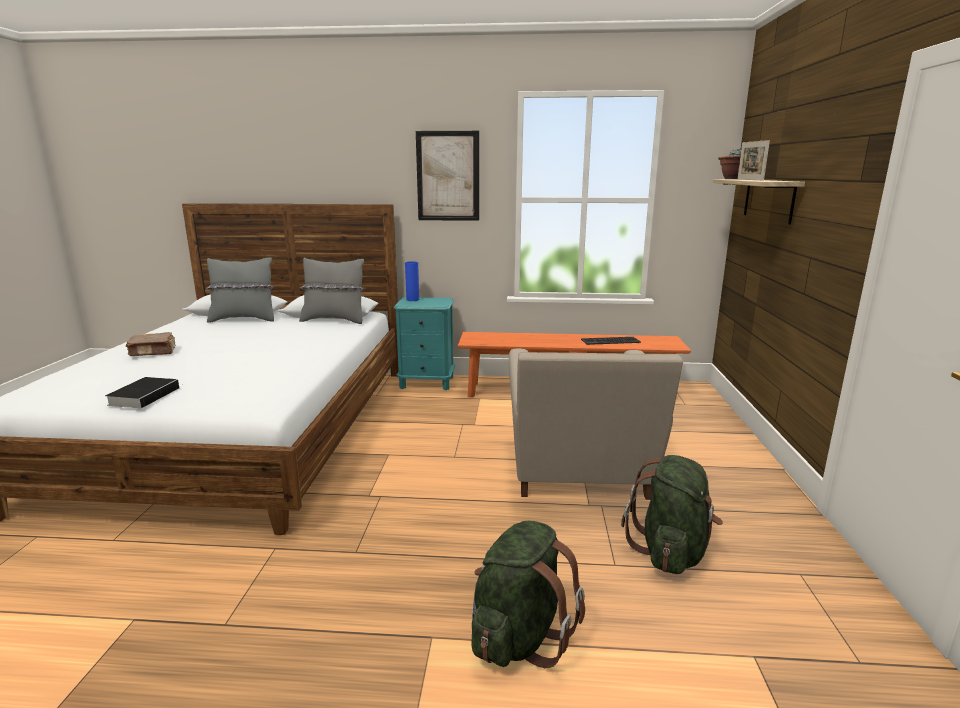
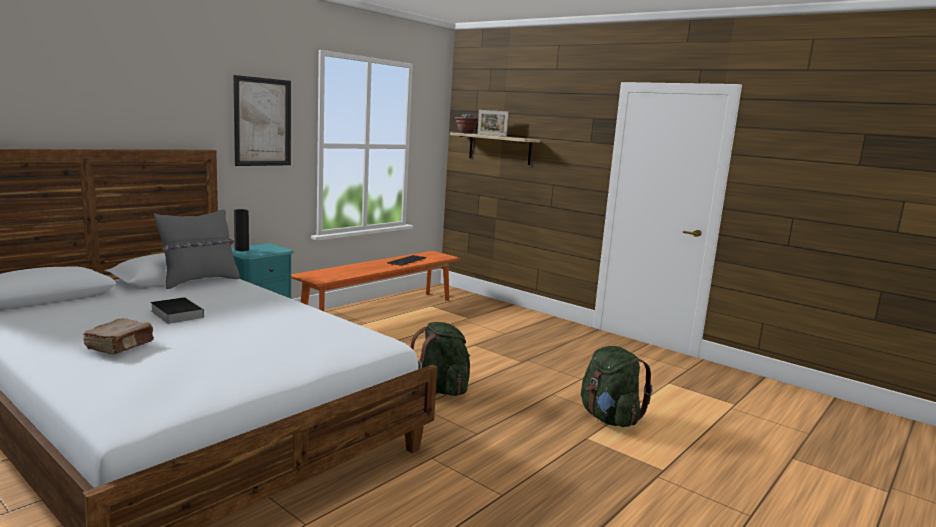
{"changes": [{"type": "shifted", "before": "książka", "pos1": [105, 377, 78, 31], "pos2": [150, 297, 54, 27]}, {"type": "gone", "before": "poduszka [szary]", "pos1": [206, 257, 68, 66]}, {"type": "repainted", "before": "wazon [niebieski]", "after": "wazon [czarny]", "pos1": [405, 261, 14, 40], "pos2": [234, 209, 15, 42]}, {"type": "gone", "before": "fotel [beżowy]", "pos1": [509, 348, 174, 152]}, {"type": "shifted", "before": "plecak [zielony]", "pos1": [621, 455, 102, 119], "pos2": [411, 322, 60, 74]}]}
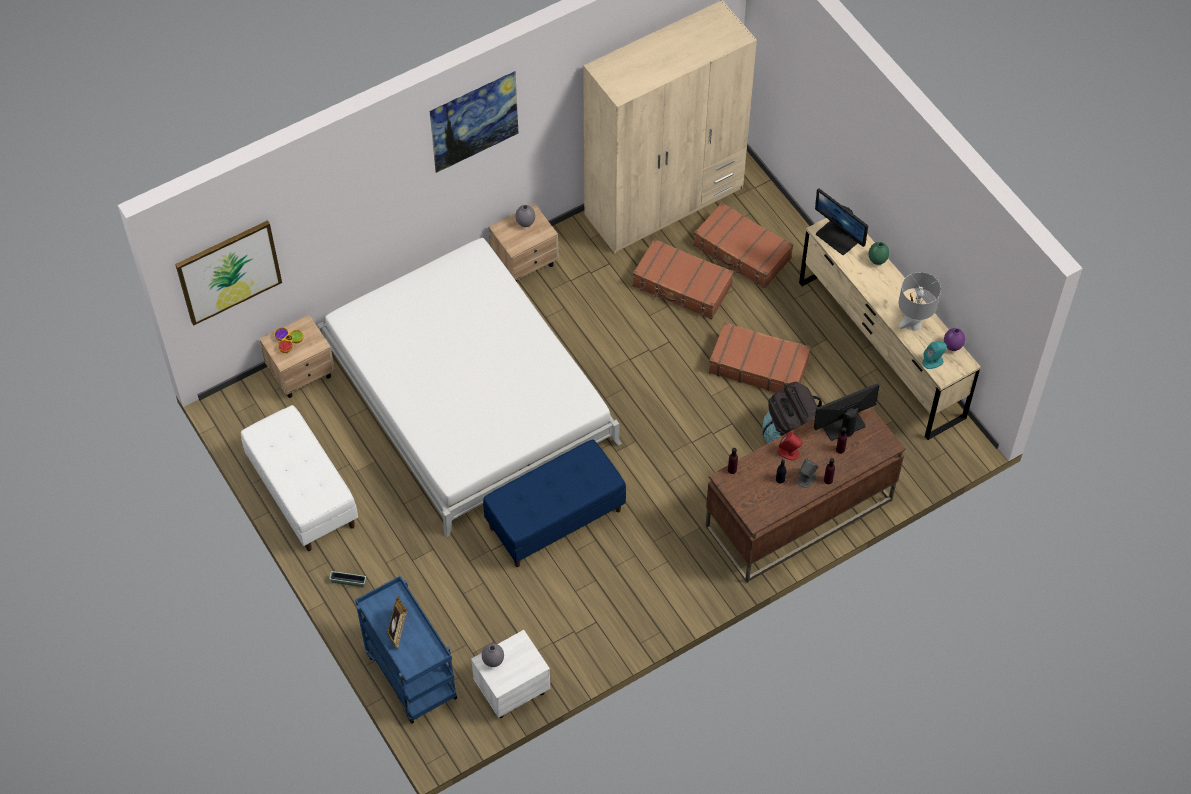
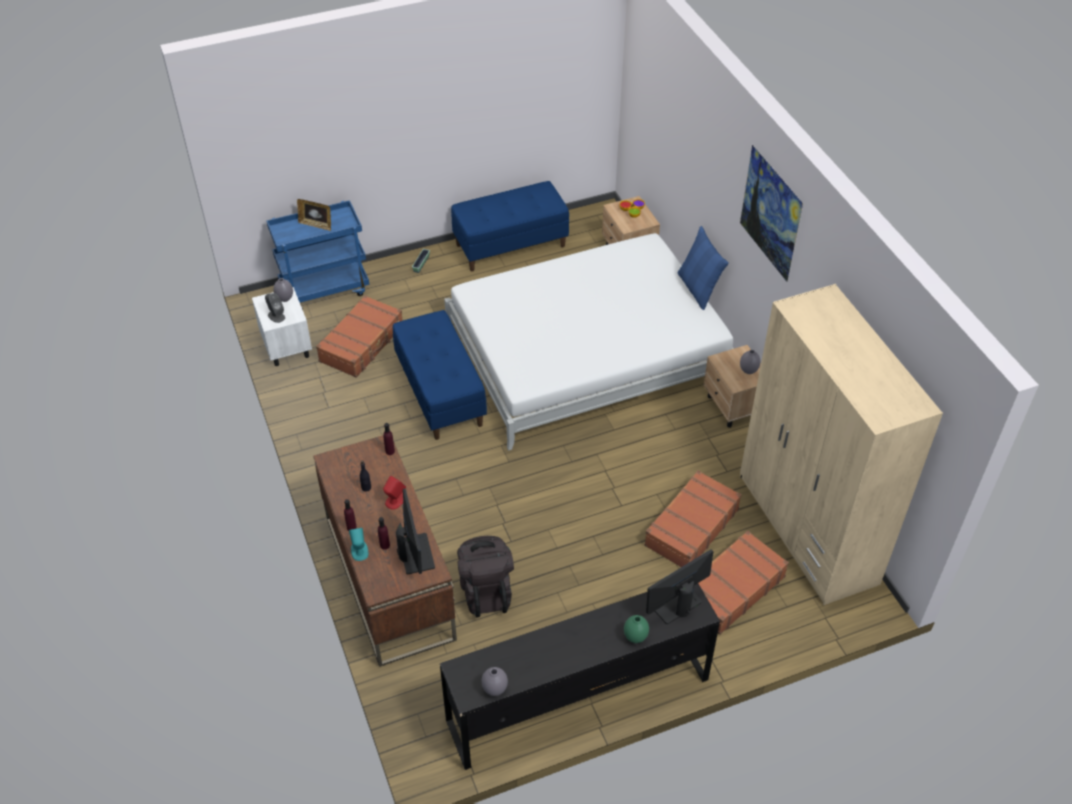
{"changes": [{"type": "gone", "before": "obraz", "pos1": [175, 220, 107, 106]}, {"type": "repainted", "before": "ławka [biały]", "after": "ławka [niebieski]", "pos1": [241, 405, 117, 146], "pos2": [451, 181, 118, 90]}, {"type": "shifted", "before": "walizka [brązowy]", "pos1": [709, 322, 102, 70], "pos2": [316, 295, 87, 83]}, {"type": "shifted", "before": "głośnik [szary]", "pos1": [797, 458, 21, 30], "pos2": [265, 293, 20, 30]}, {"type": "repainted", "before": "komoda [beżowy]", "after": "komoda [czarny]", "pos1": [799, 218, 181, 222], "pos2": [440, 583, 280, 187]}, {"type": "gone", "before": "lampa stołowa [szary]", "pos1": [899, 272, 42, 59]}, {"type": "shifted", "before": "głośnik [turkusowy]", "pos1": [922, 341, 25, 28], "pos2": [349, 528, 19, 33]}, {"type": "repainted", "before": "wazon [fioletowy]", "after": "wazon [szary]", "pos1": [944, 328, 21, 23], "pos2": [482, 667, 26, 29]}, {"type": "new", "after": "poduszka [niebieski]", "pos2": [677, 226, 52, 84]}]}
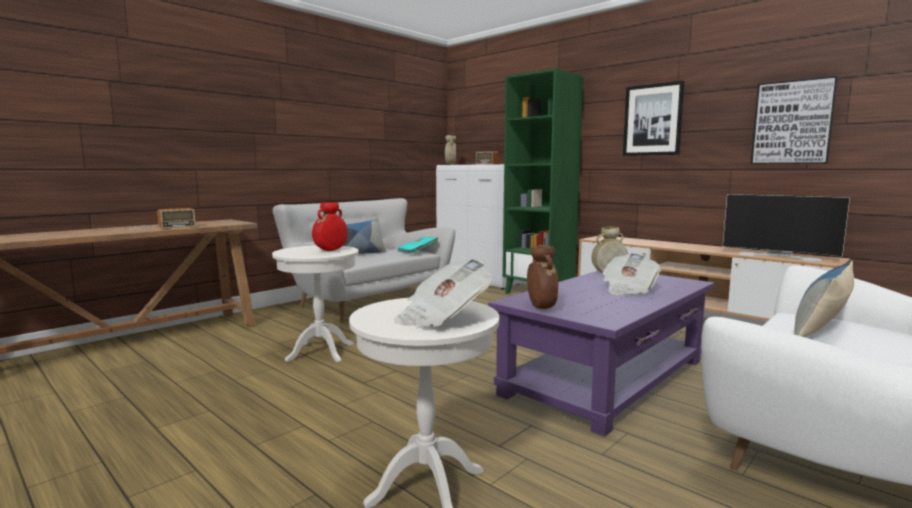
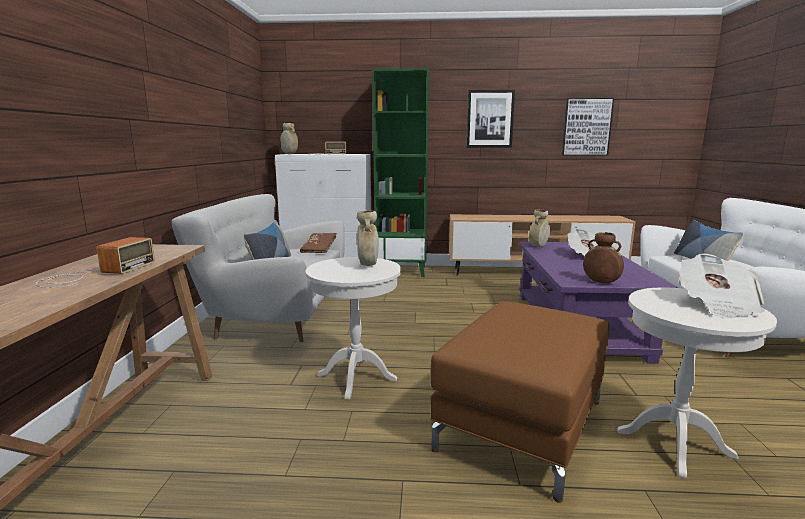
{"changes": [{"type": "repainted", "before": "wazon [czerwony]", "after": "wazon [beżowy]", "pos1": [312, 202, 36, 49], "pos2": [357, 210, 22, 56]}, {"type": "repainted", "before": "książka [turkusowy]", "after": "książka [brązowy]", "pos1": [398, 236, 40, 17], "pos2": [300, 233, 36, 20]}, {"type": "gone", "before": "telewizor", "pos1": [723, 194, 127, 68]}, {"type": "new", "after": "pufa [brązowy]", "pos2": [430, 301, 180, 202]}]}
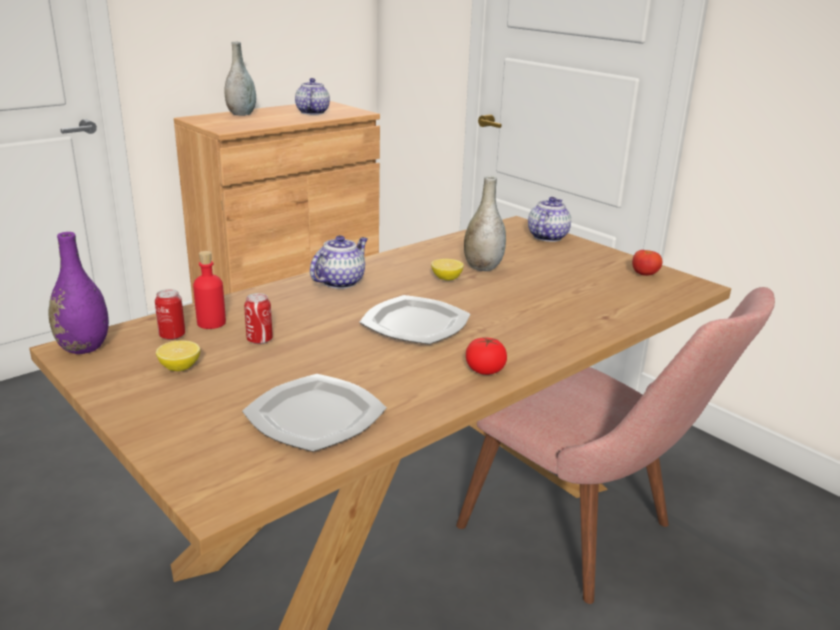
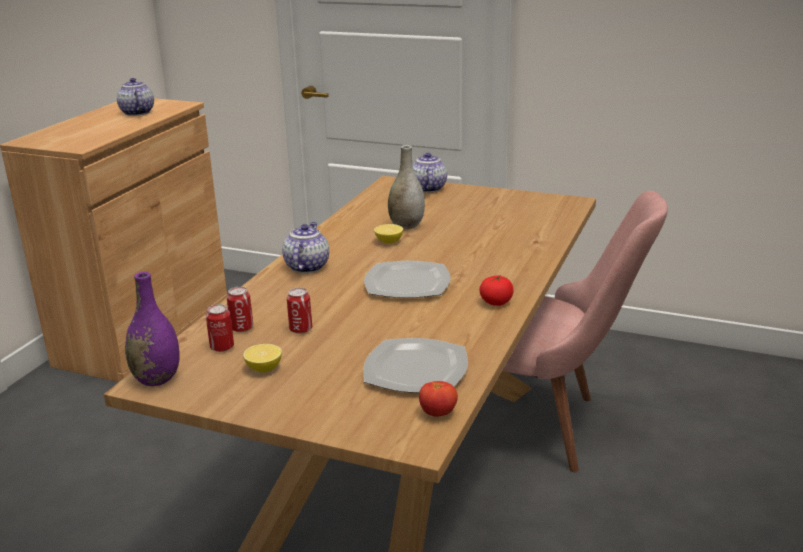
{"changes": [{"type": "swapped", "before": "butelka [czerwony]", "after": "puszka", "pos1": [193, 251, 33, 78], "pos2": [227, 287, 26, 45]}, {"type": "gone", "before": "wazon [szary]", "pos1": [224, 42, 32, 74]}, {"type": "shifted", "before": "pomidor", "pos1": [632, 250, 31, 26], "pos2": [419, 381, 39, 36]}]}
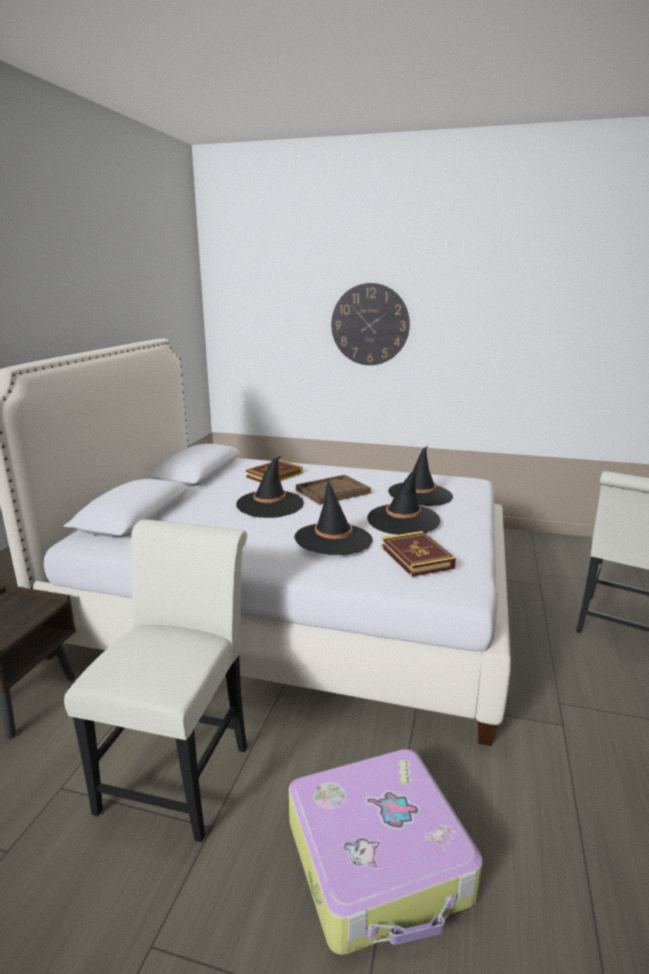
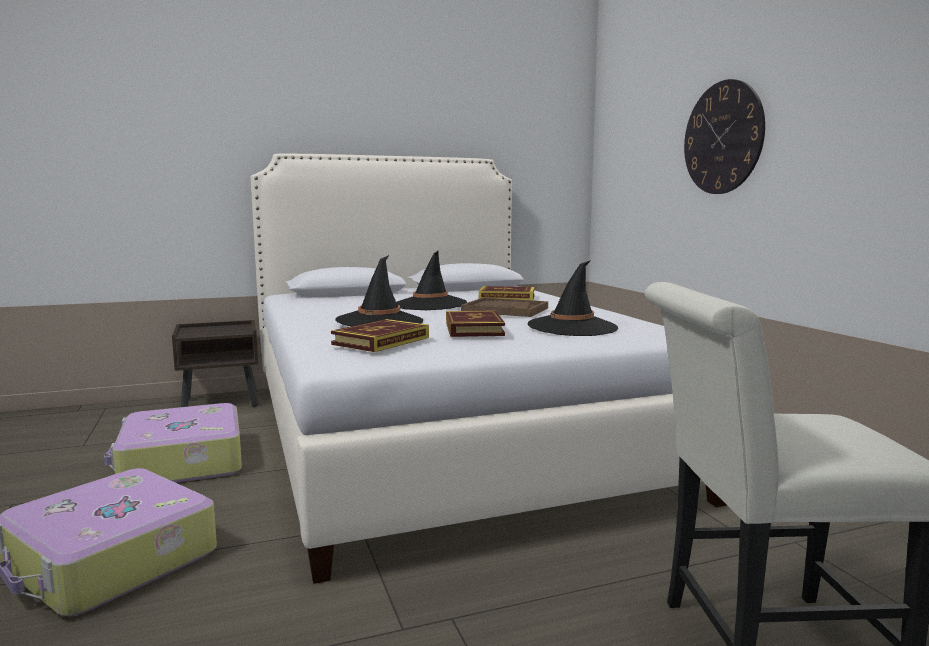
{"changes": [{"type": "swapped", "before": "krzesło [biały]", "after": "walizka", "pos1": [64, 519, 183, 323], "pos2": [104, 403, 138, 80]}, {"type": "swapped", "before": "kapelusz [czarny]", "after": "książka", "pos1": [367, 472, 73, 63], "pos2": [446, 311, 59, 26]}]}
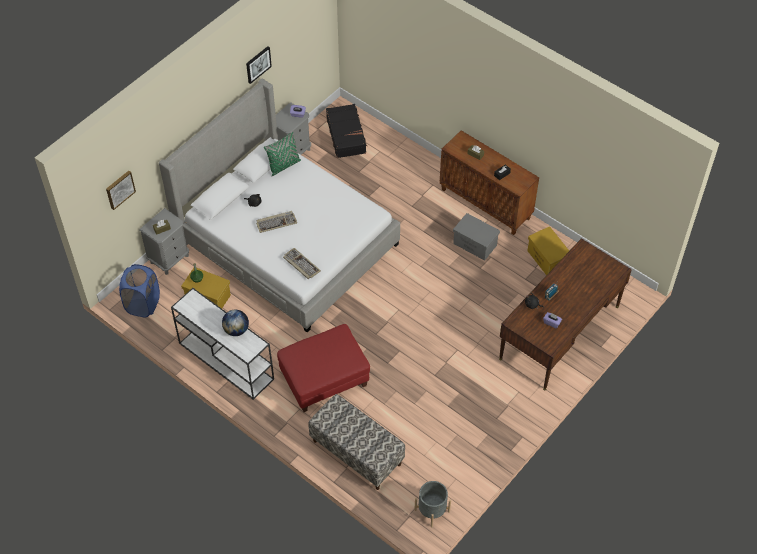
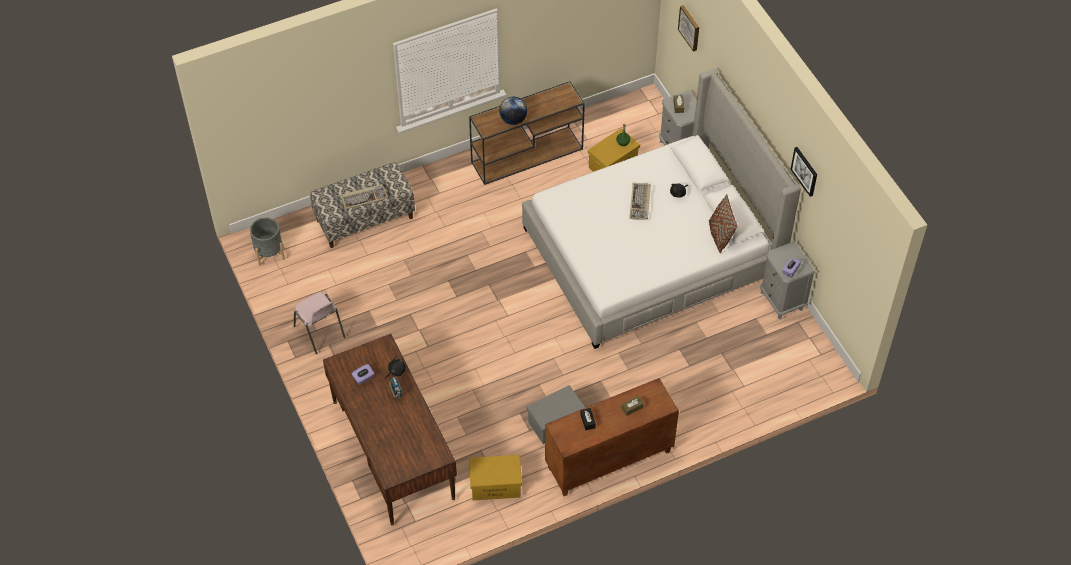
{"changes": [{"type": "gone", "before": "kosz na pranie [niebieski]", "pos1": [119, 264, 41, 54]}, {"type": "repainted", "before": "stolik konsolowy [biały]", "after": "stolik konsolowy [brązowy]", "pos1": [171, 288, 103, 112], "pos2": [469, 81, 116, 104]}, {"type": "repainted", "before": "poduszka [zielony]", "after": "poduszka [brązowy]", "pos1": [264, 132, 37, 44], "pos2": [709, 194, 29, 59]}, {"type": "gone", "before": "pufa [czerwony]", "pos1": [277, 324, 93, 88]}, {"type": "shifted", "before": "klawiatura", "pos1": [283, 248, 38, 31], "pos2": [341, 184, 47, 26]}, {"type": "gone", "before": "walizka [czarny]", "pos1": [326, 104, 42, 54]}, {"type": "new", "after": "krzesło [różowy]", "pos2": [294, 292, 52, 62]}]}
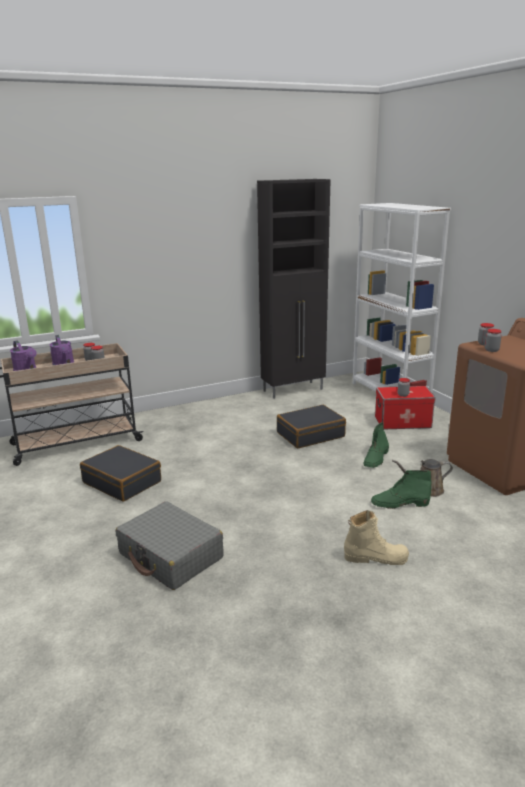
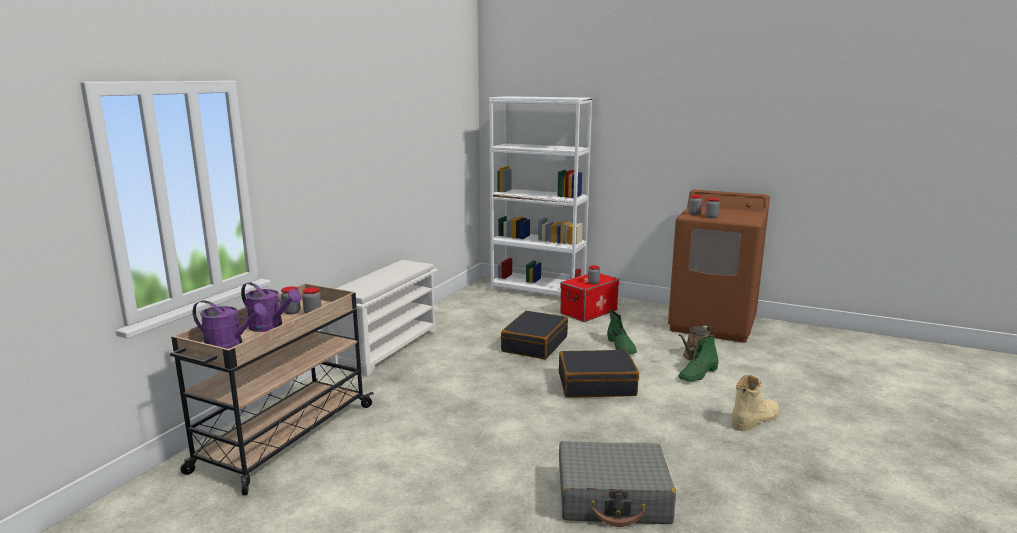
{"changes": [{"type": "shifted", "before": "walizka [czarny]", "pos1": [80, 445, 81, 56], "pos2": [559, 350, 80, 48]}, {"type": "gone", "before": "szafka [czarny]", "pos1": [257, 179, 74, 220]}, {"type": "new", "after": "regał na buty [biały]", "pos2": [328, 260, 110, 117]}]}
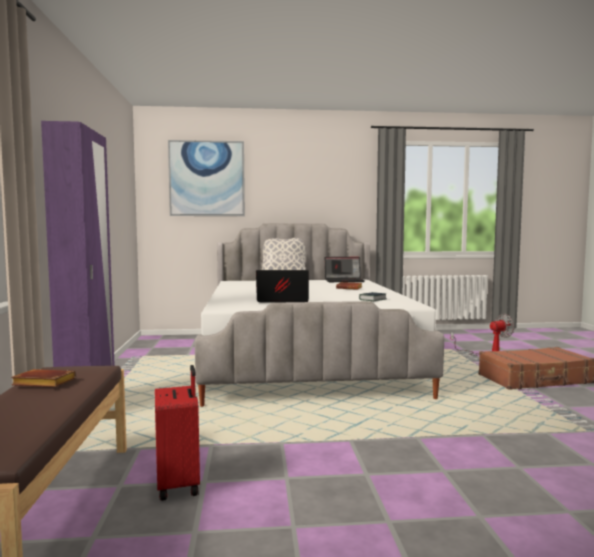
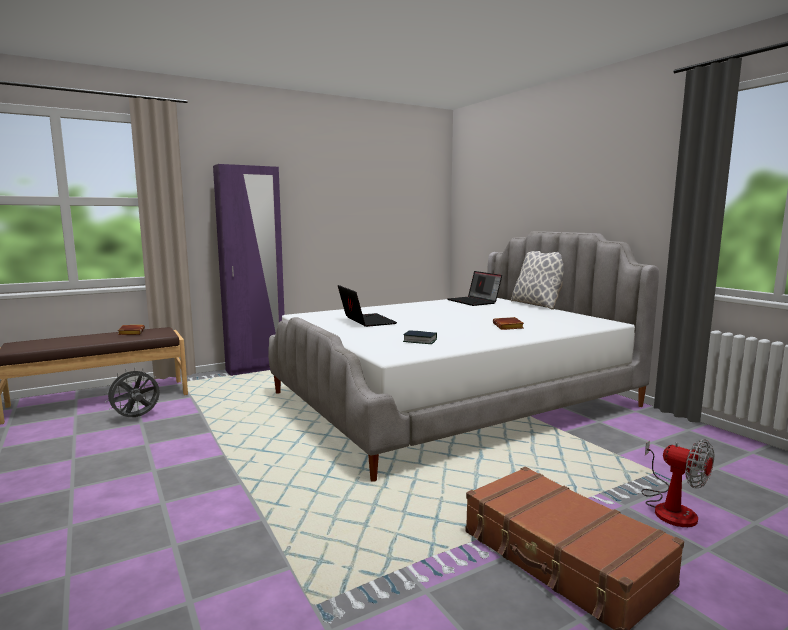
{"changes": [{"type": "swapped", "before": "walizka [czerwony]", "after": "wentylator [szary]", "pos1": [155, 365, 45, 136], "pos2": [104, 367, 56, 51]}, {"type": "gone", "before": "obraz", "pos1": [168, 140, 77, 76]}, {"type": "shifted", "before": "laptop", "pos1": [325, 257, 40, 25], "pos2": [447, 271, 55, 35]}]}
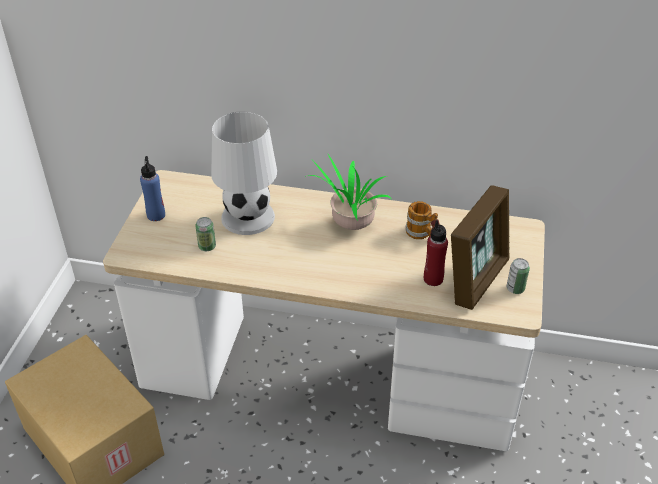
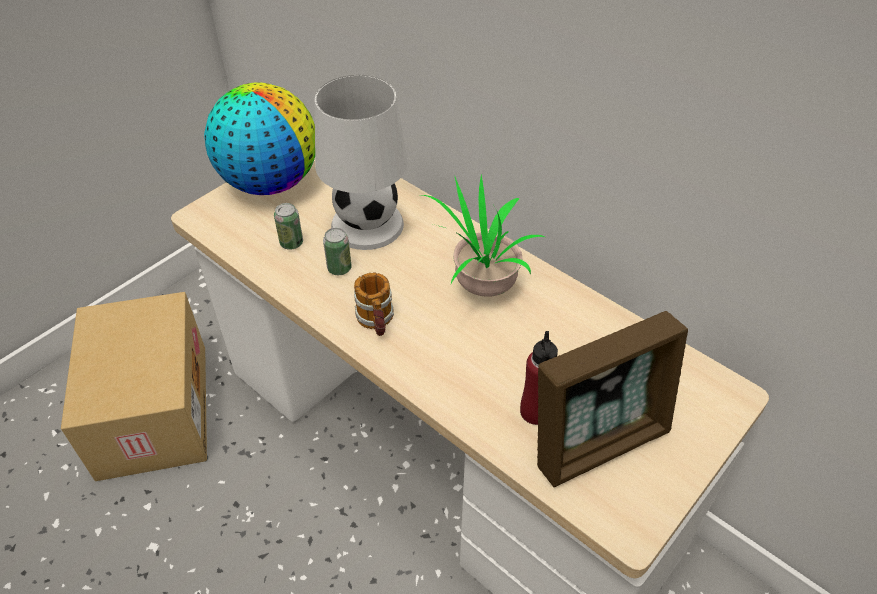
{"changes": [{"type": "swapped", "before": "butelka [niebieski]", "after": "globus", "pos1": [140, 156, 25, 65], "pos2": [204, 82, 111, 113]}, {"type": "shifted", "before": "kubek", "pos1": [405, 201, 35, 38], "pos2": [354, 272, 40, 64]}, {"type": "shifted", "before": "puszka", "pos1": [506, 258, 24, 36], "pos2": [323, 228, 29, 47]}]}
